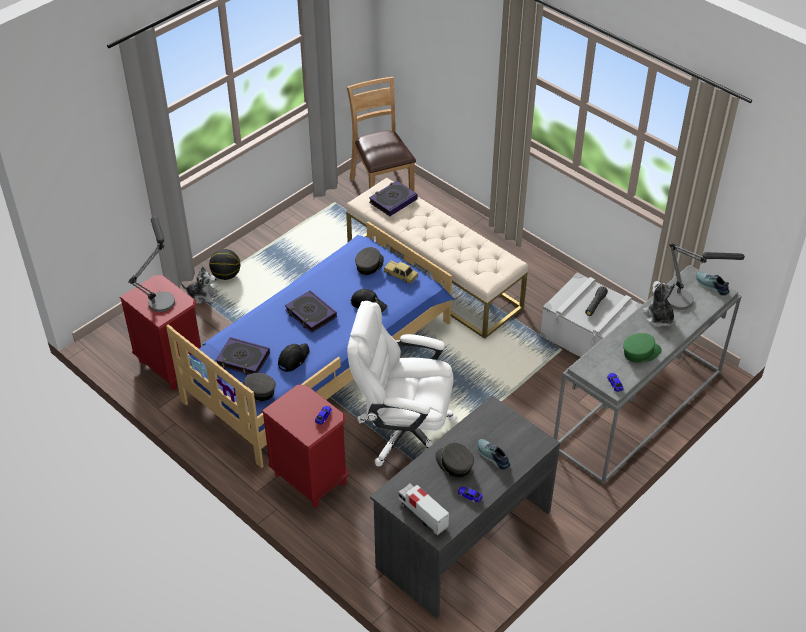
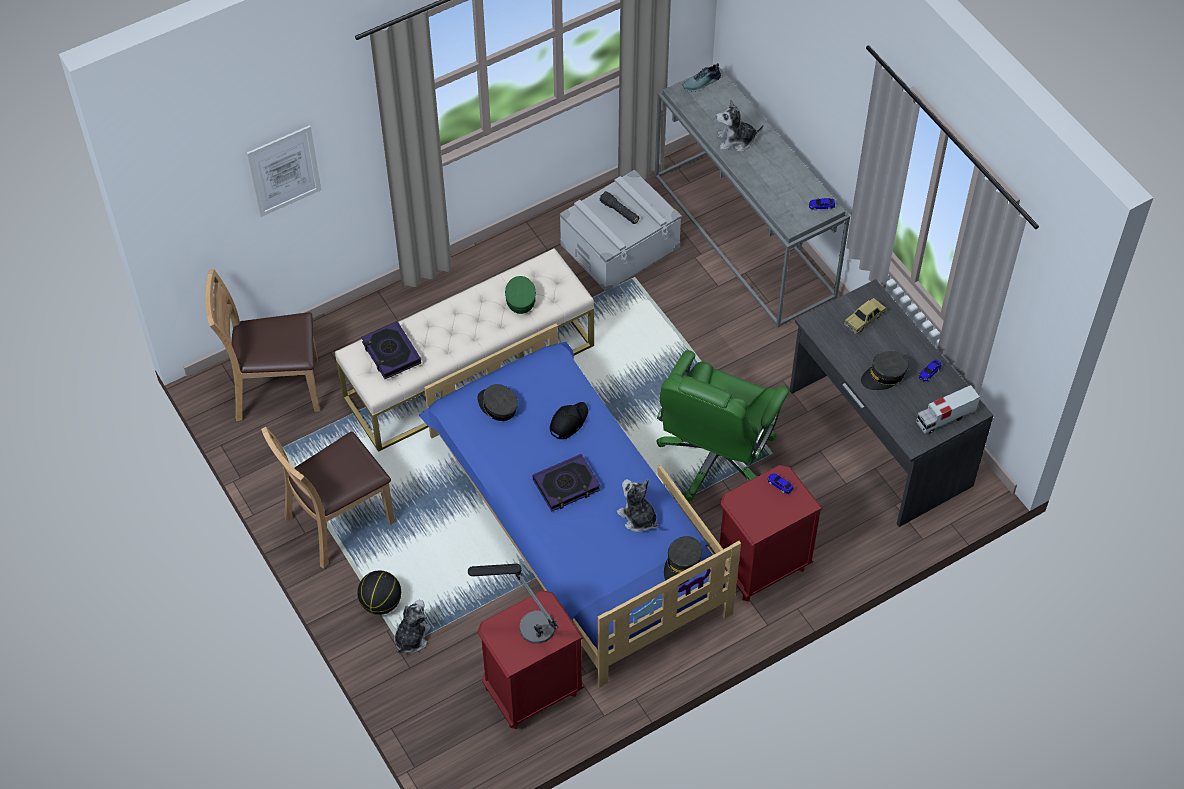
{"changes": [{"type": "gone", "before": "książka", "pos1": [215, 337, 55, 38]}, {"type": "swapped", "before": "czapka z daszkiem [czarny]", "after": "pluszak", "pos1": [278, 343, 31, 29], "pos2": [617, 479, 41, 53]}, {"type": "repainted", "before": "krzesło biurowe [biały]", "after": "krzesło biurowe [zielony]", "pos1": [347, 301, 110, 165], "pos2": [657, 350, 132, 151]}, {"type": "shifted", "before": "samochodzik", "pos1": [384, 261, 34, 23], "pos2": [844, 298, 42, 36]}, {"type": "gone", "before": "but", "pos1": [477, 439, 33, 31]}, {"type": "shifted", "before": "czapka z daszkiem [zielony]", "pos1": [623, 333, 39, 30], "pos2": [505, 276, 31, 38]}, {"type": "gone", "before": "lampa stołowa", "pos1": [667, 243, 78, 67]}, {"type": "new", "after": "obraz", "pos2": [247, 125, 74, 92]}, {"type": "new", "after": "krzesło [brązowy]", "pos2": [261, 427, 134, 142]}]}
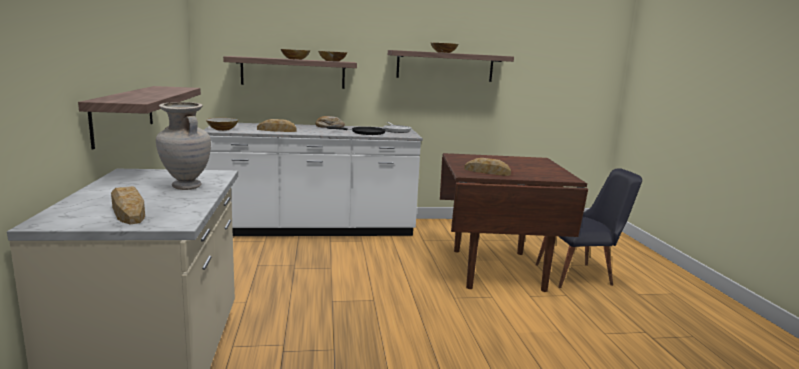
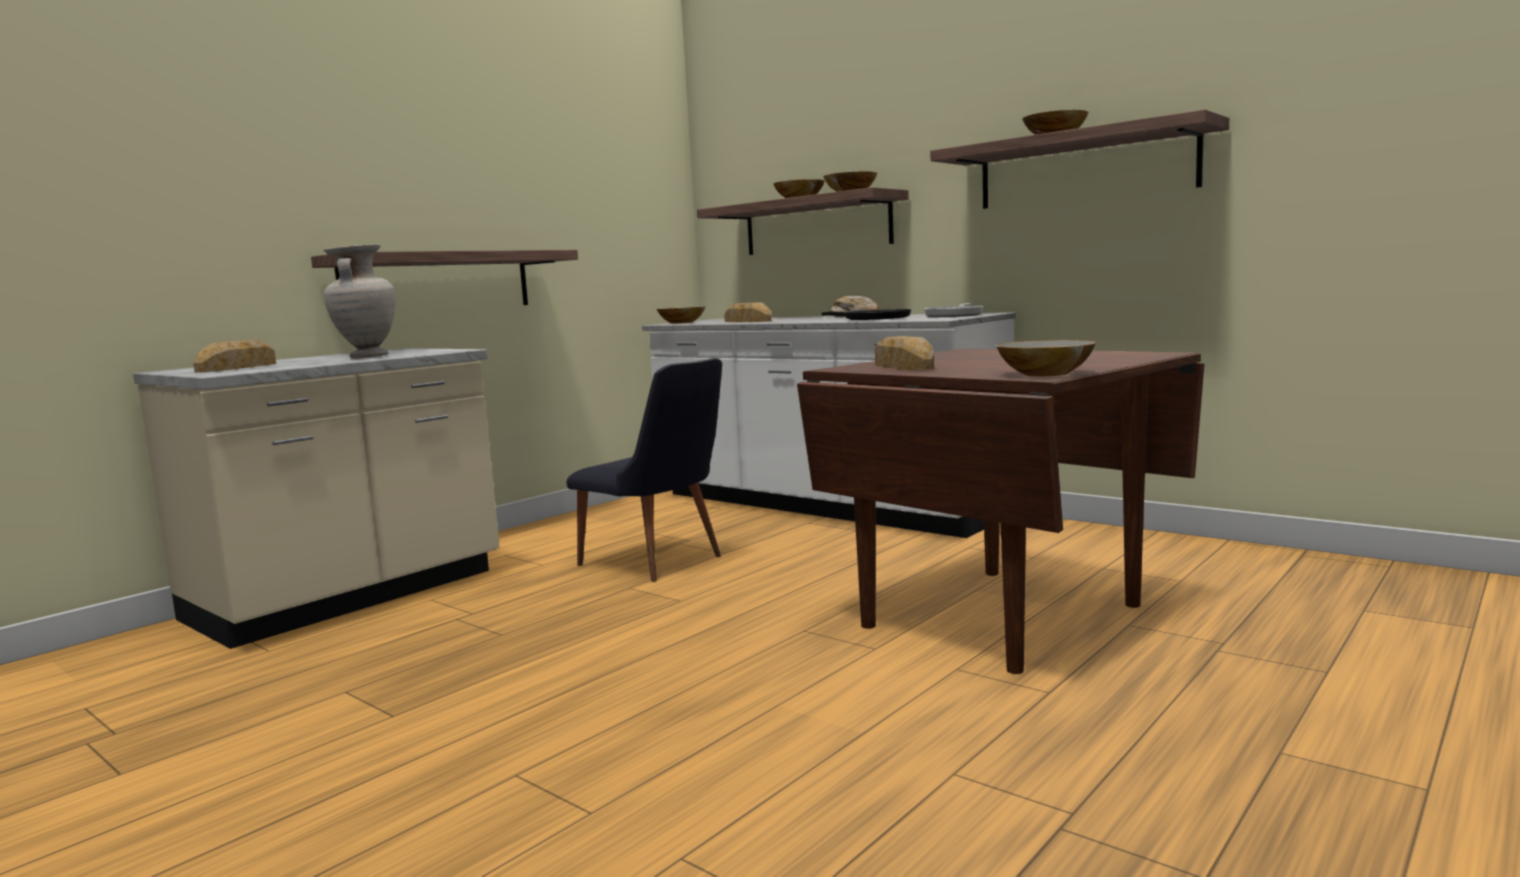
{"changes": [{"type": "shifted", "before": "krzesło [czarny]", "pos1": [536, 168, 106, 120], "pos2": [566, 358, 156, 224]}, {"type": "new", "after": "miska", "pos2": [996, 340, 100, 36]}]}
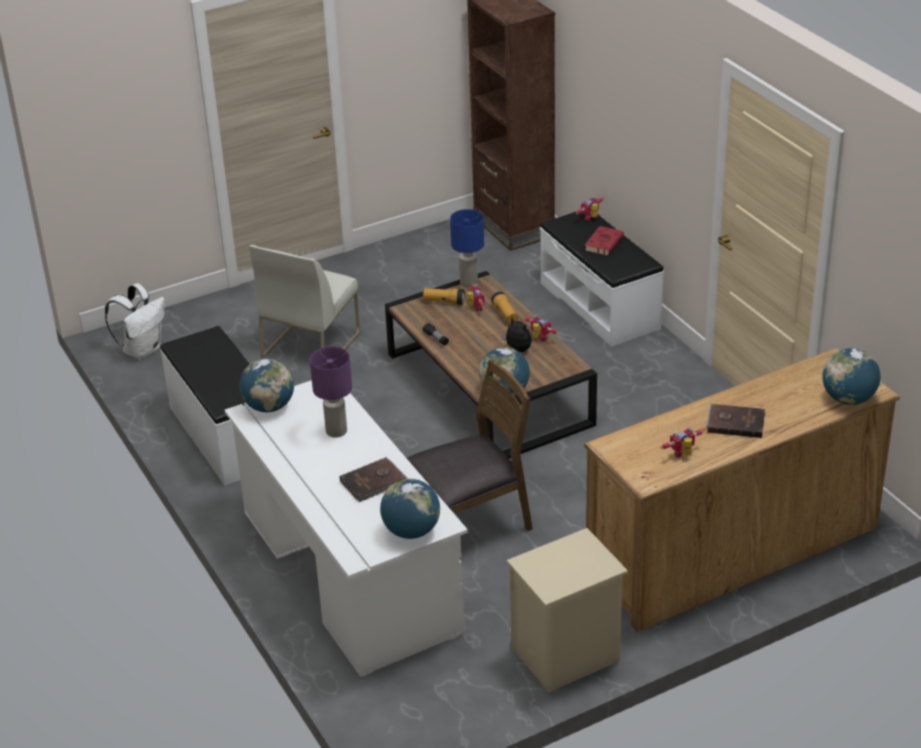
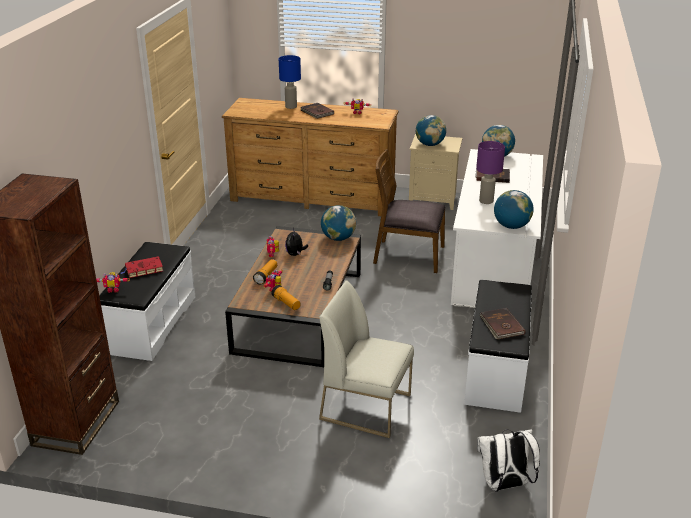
{"changes": [{"type": "rotated", "before": "krzesło [biały]", "pos1": [249, 245, 111, 114], "pos2": [319, 280, 95, 158], "turn": -135}, {"type": "shifted", "before": "lampa stołowa [niebieski]", "pos1": [450, 209, 34, 78], "pos2": [279, 55, 22, 54]}, {"type": "shifted", "before": "globus", "pos1": [822, 348, 58, 57], "pos2": [416, 115, 30, 31]}, {"type": "new", "after": "książka [brązowy]", "pos2": [480, 308, 45, 31]}]}
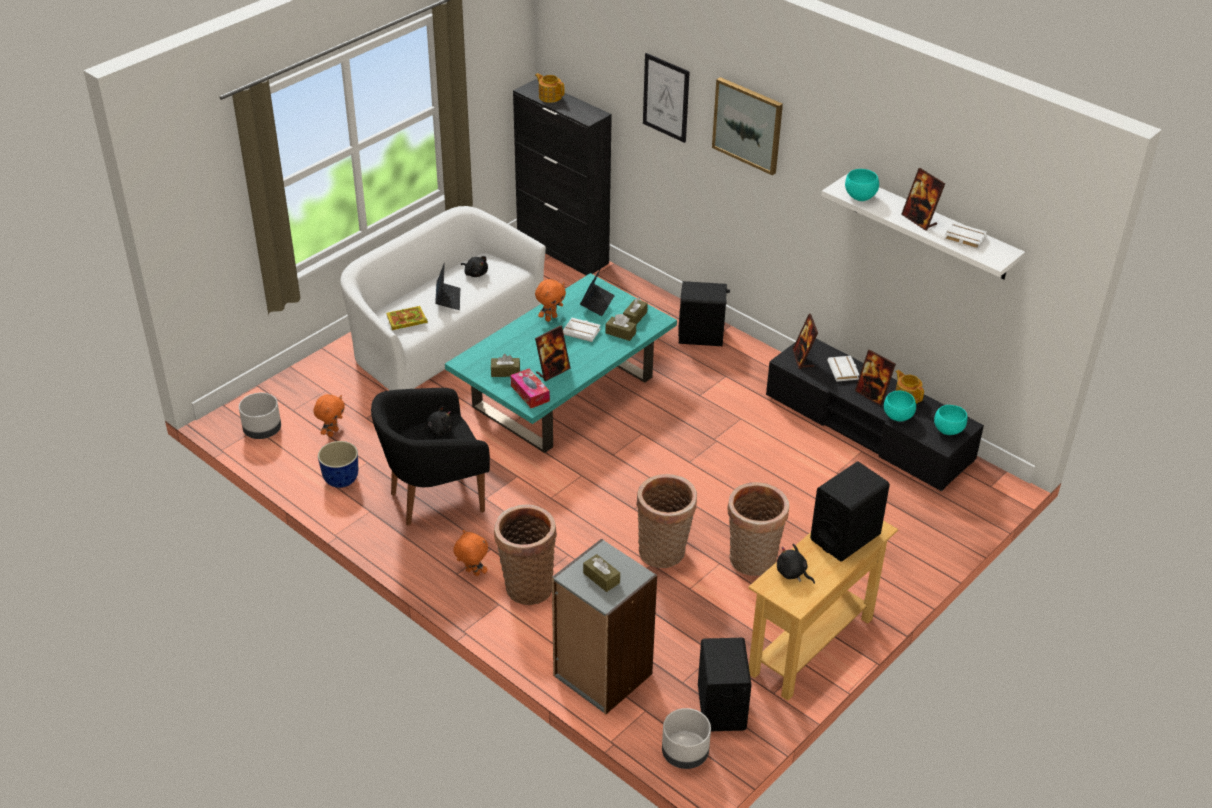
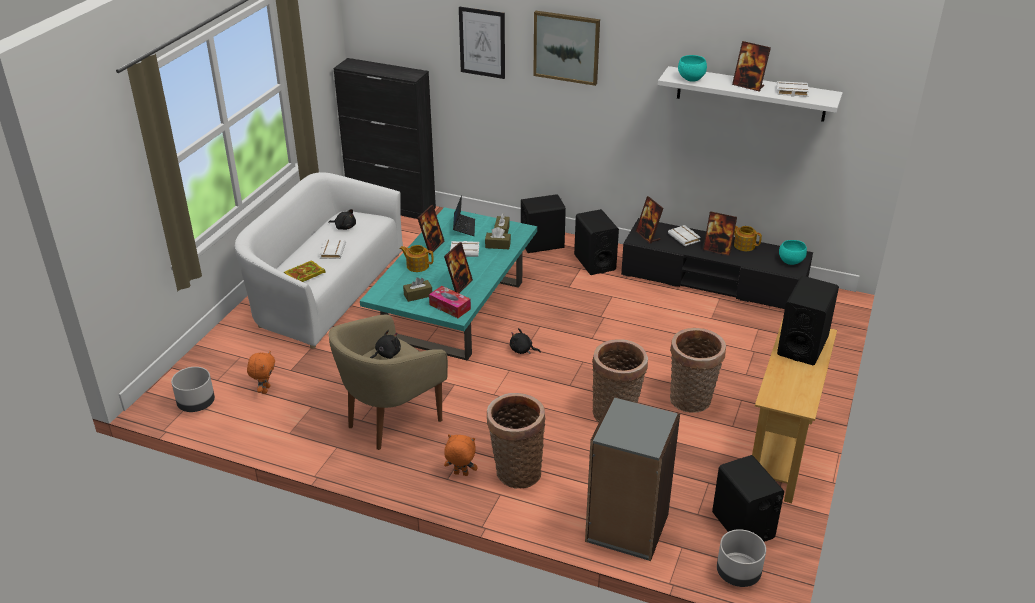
{"changes": [{"type": "gone", "before": "donica", "pos1": [318, 441, 40, 47]}, {"type": "repainted", "before": "fotel [czarny]", "after": "fotel [beżowy]", "pos1": [371, 388, 119, 137], "pos2": [329, 315, 119, 135]}, {"type": "swapped", "before": "laptop", "after": "książka [biały]", "pos1": [435, 263, 25, 47], "pos2": [319, 239, 27, 20]}, {"type": "shifted", "before": "imbryk", "pos1": [535, 73, 29, 30], "pos2": [399, 245, 35, 27]}, {"type": "swapped", "before": "pluszak [pomarańczowy]", "after": "ramka na zdjęcie", "pos1": [535, 279, 31, 43], "pos2": [417, 205, 27, 50]}, {"type": "gone", "before": "pudełko chusteczek [brązowy]", "pos1": [583, 554, 37, 38]}, {"type": "shifted", "before": "pluszak [czarny]", "pos1": [777, 544, 38, 40], "pos2": [510, 328, 31, 26]}, {"type": "gone", "before": "miska [turkusowy]", "pos1": [884, 391, 32, 31]}, {"type": "new", "after": "głośnik [czarny]", "pos2": [574, 209, 45, 66]}]}
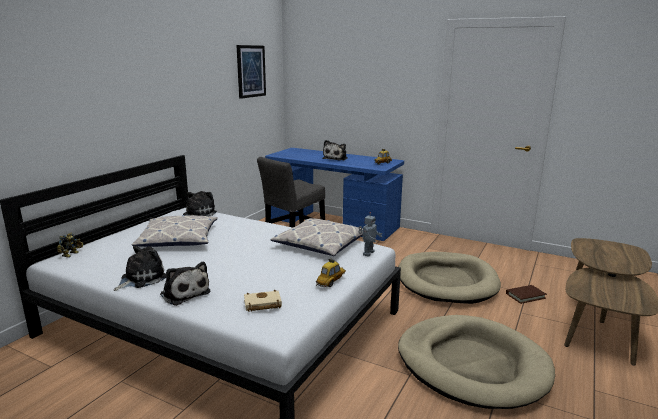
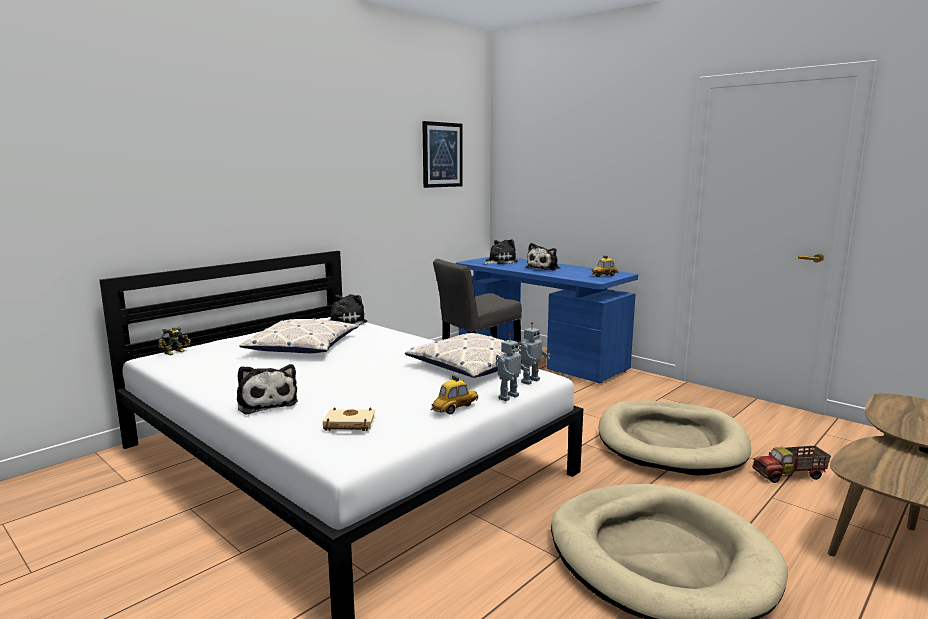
{"changes": [{"type": "shifted", "before": "pluszak", "pos1": [114, 246, 52, 45], "pos2": [484, 239, 34, 26]}, {"type": "swapped", "before": "książka [brązowy]", "after": "ciężarówka zabawkowa", "pos1": [506, 285, 41, 19], "pos2": [752, 446, 79, 37]}, {"type": "new", "after": "robot zabawkowy", "pos2": [496, 334, 33, 67]}]}
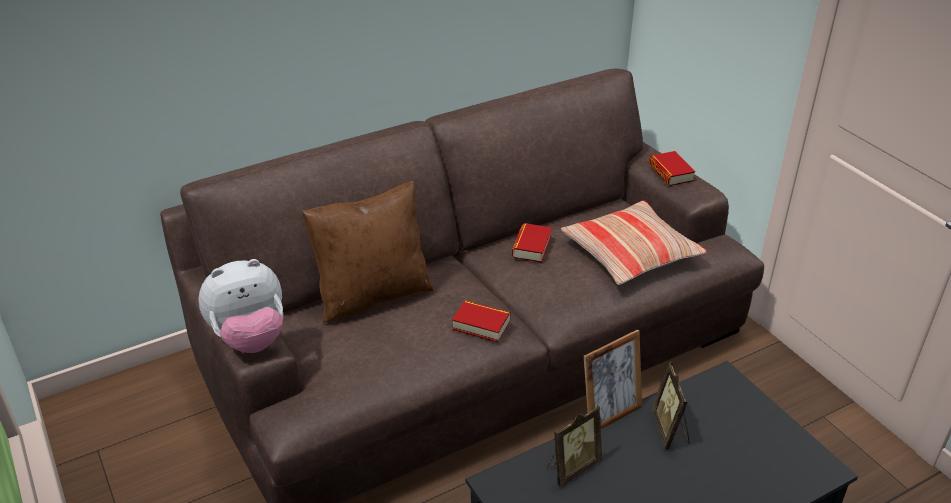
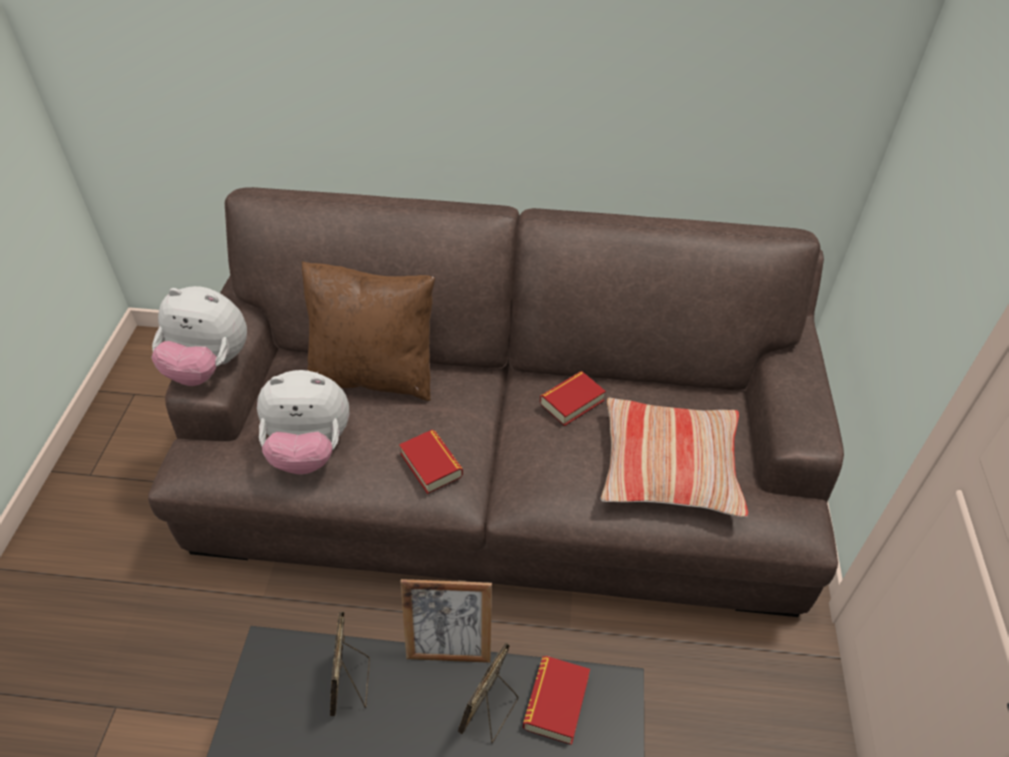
{"changes": [{"type": "rotated", "before": "ramka na zdjęcie", "pos1": [547, 405, 55, 82], "pos2": [330, 612, 40, 104], "turn": 90}, {"type": "shifted", "before": "książka", "pos1": [649, 151, 46, 35], "pos2": [523, 656, 67, 89]}, {"type": "new", "after": "pluszak", "pos2": [257, 370, 92, 105]}]}
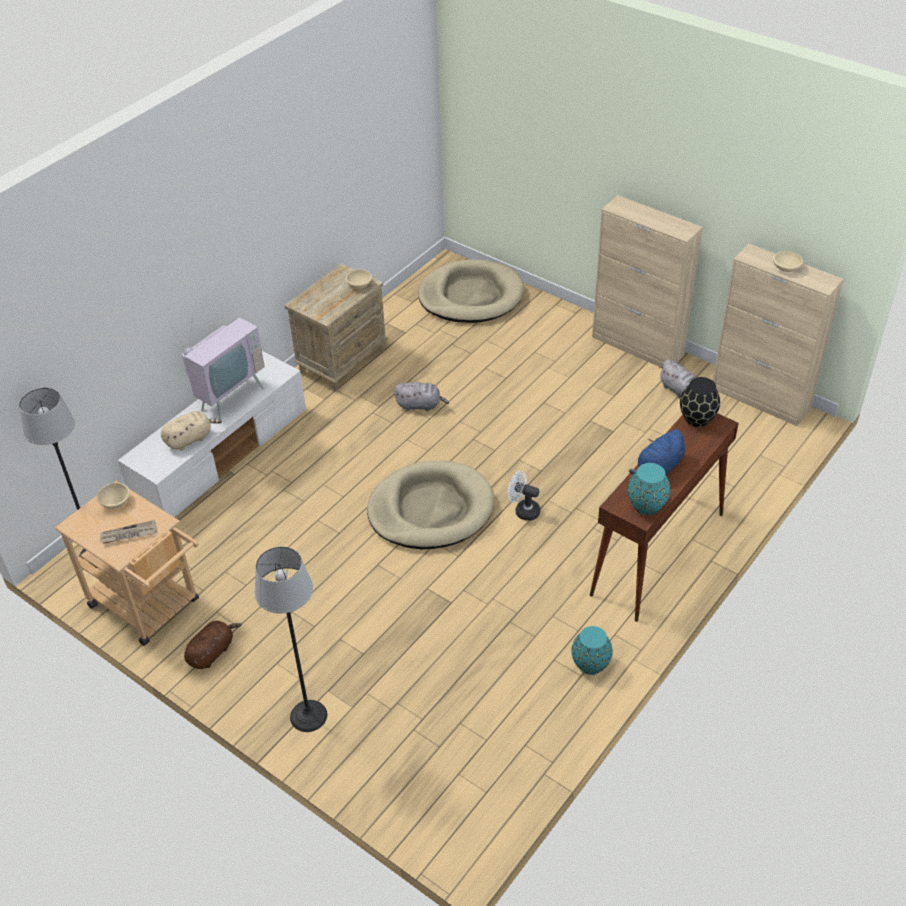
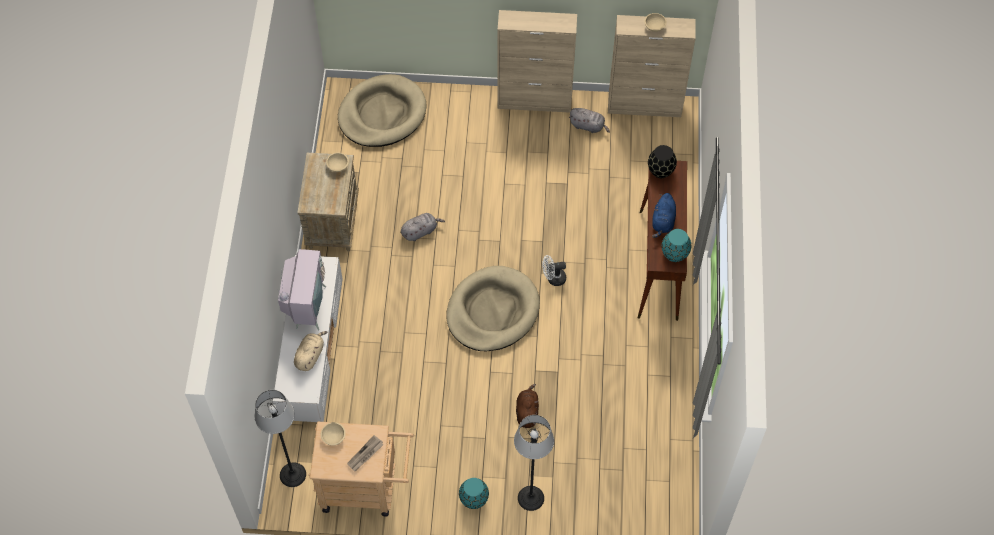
{"changes": [{"type": "shifted", "before": "pluszak [brązowy]", "pos1": [184, 621, 58, 48], "pos2": [516, 384, 23, 44]}, {"type": "shifted", "before": "wazon [turkusowy]", "pos1": [572, 626, 41, 49], "pos2": [459, 478, 30, 31]}]}
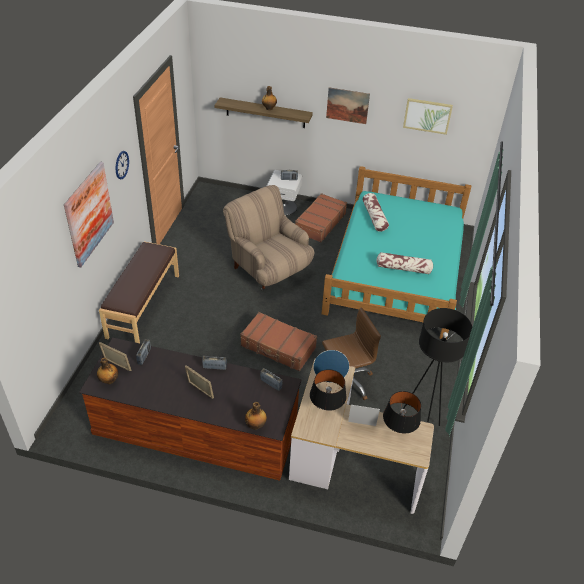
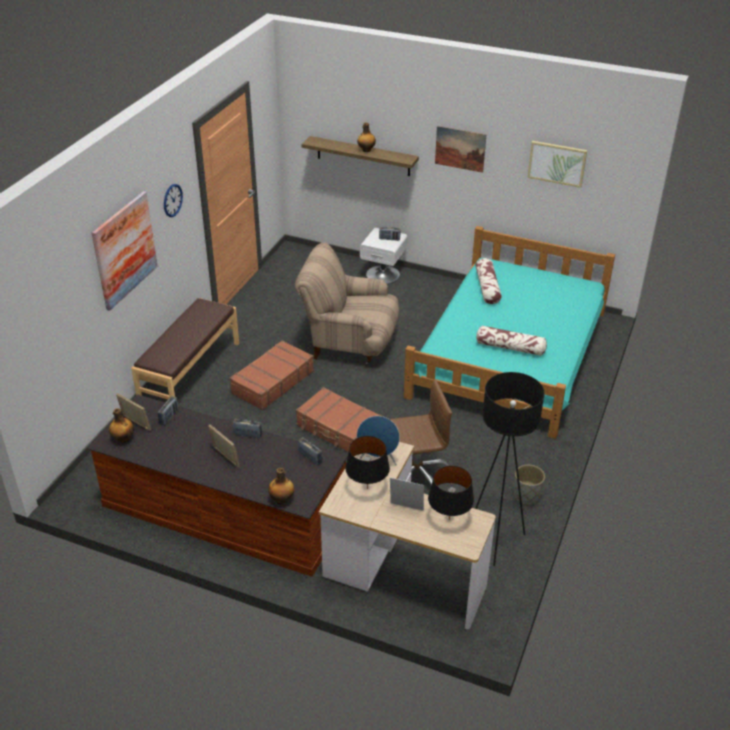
{"changes": [{"type": "rotated", "before": "fotel [beżowy]", "pos1": [223, 185, 91, 106], "pos2": [295, 243, 104, 123], "turn": -45}, {"type": "shifted", "before": "walizka [brązowy]", "pos1": [295, 193, 52, 49], "pos2": [230, 340, 84, 70]}, {"type": "new", "after": "donica [szary]", "pos2": [514, 465, 31, 41]}]}
